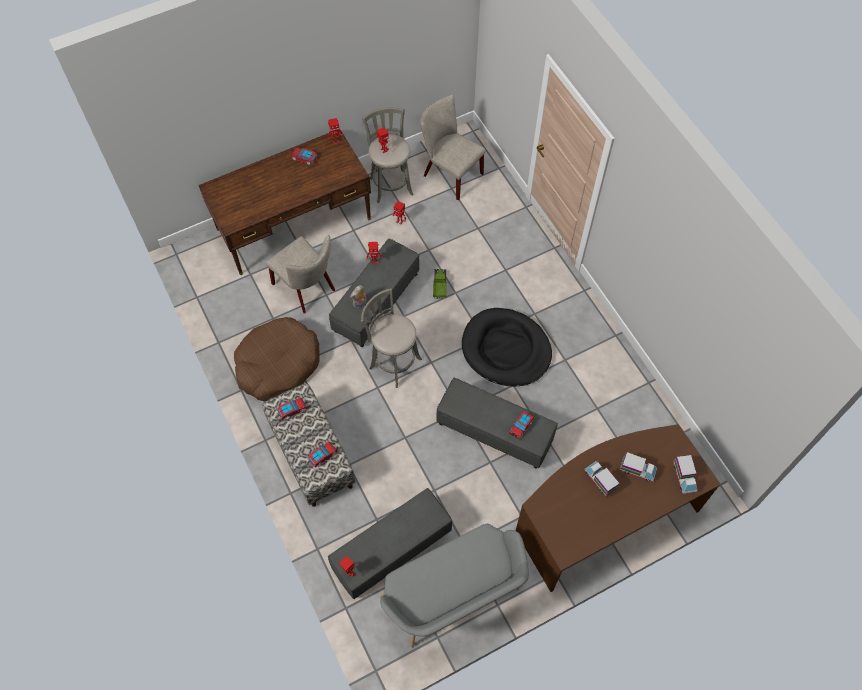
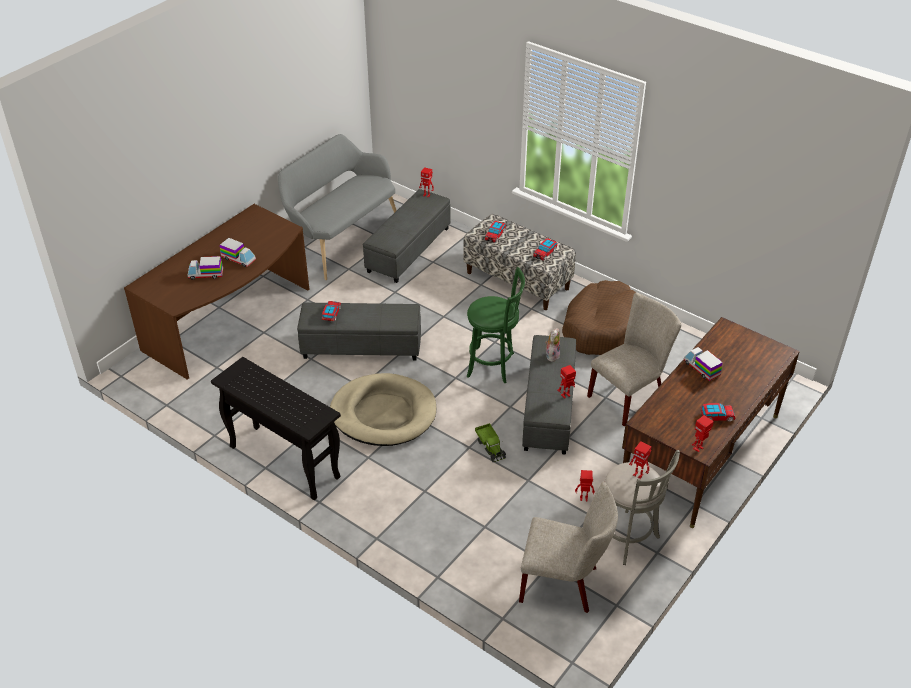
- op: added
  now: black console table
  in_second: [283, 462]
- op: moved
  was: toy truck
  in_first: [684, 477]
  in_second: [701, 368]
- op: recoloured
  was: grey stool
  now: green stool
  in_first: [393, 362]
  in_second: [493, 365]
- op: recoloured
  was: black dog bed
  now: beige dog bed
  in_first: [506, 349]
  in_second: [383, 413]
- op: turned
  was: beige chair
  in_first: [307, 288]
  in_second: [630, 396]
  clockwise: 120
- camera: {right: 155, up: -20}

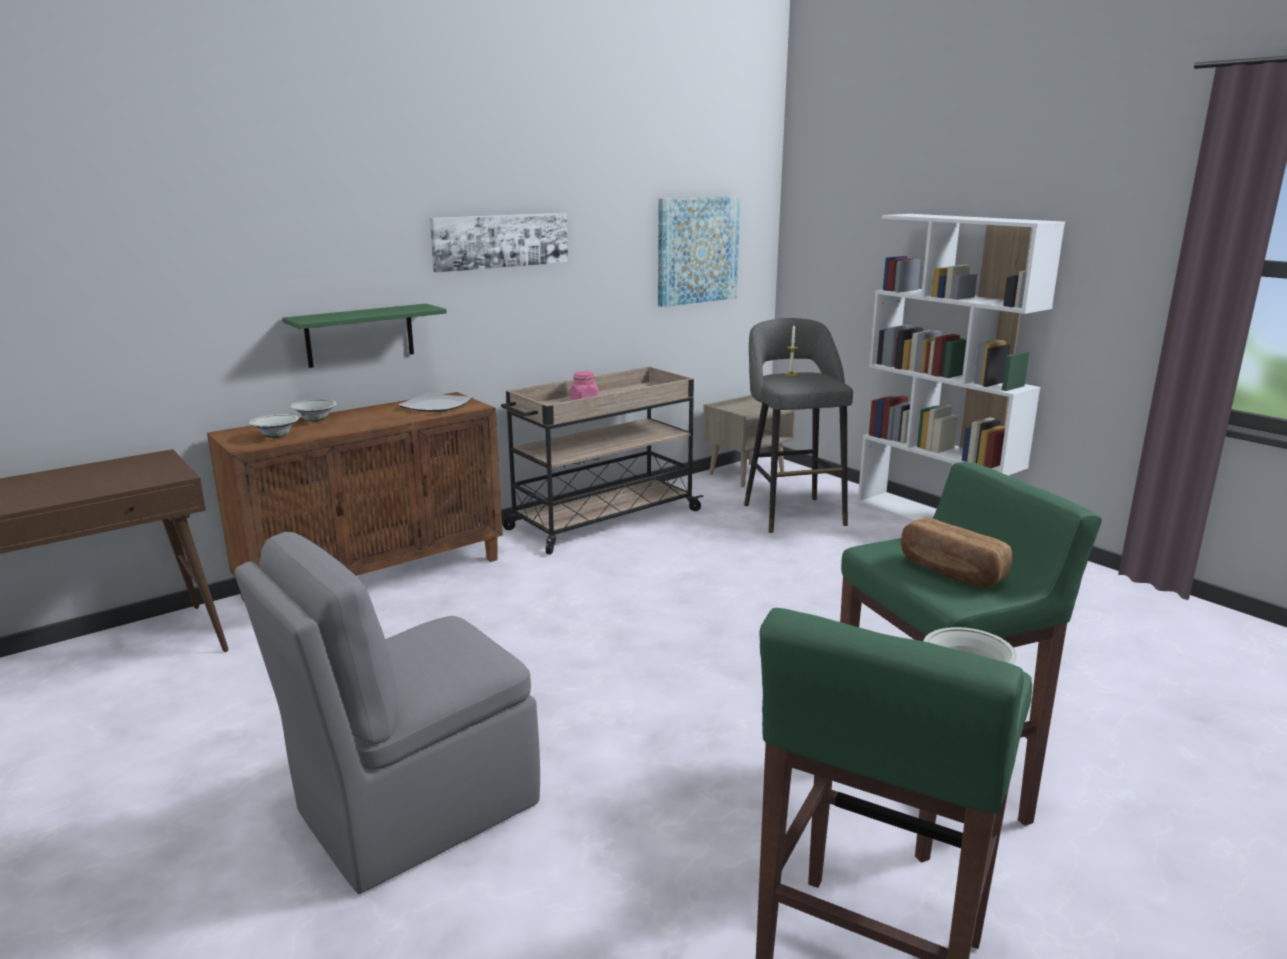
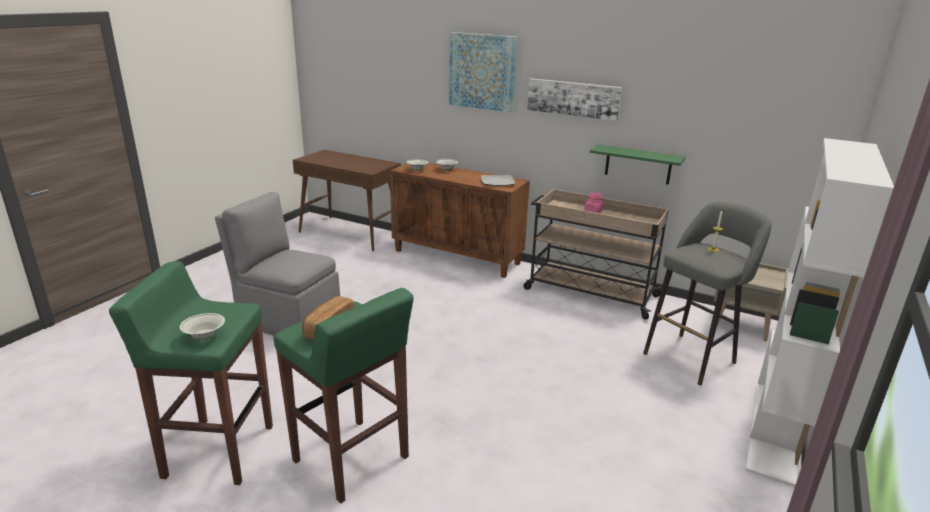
- op: moved
  was: green shelf
  in_first: [360, 335]
  in_second: [638, 164]
- op: moved
  was: picture
  in_first: [697, 250]
  in_second: [482, 71]
- camera: {right: 65, up: 5}

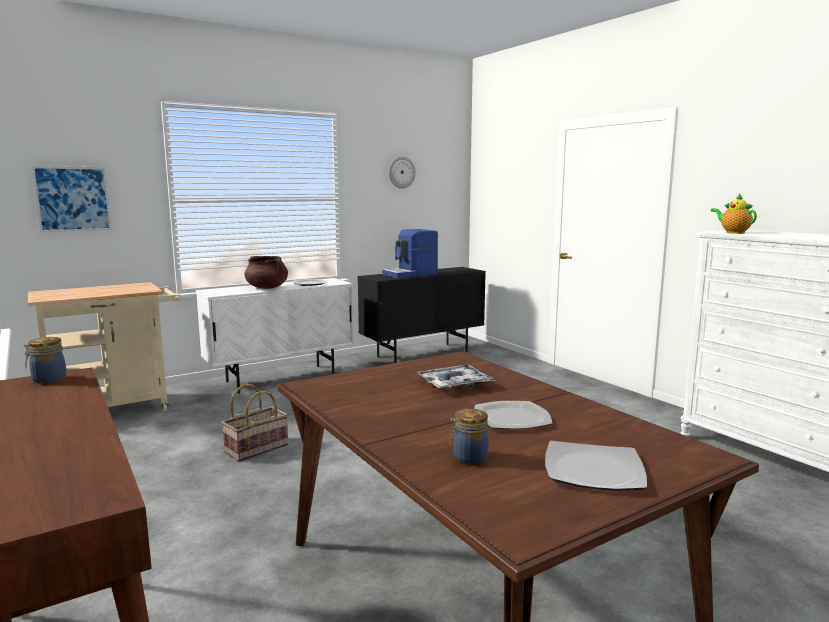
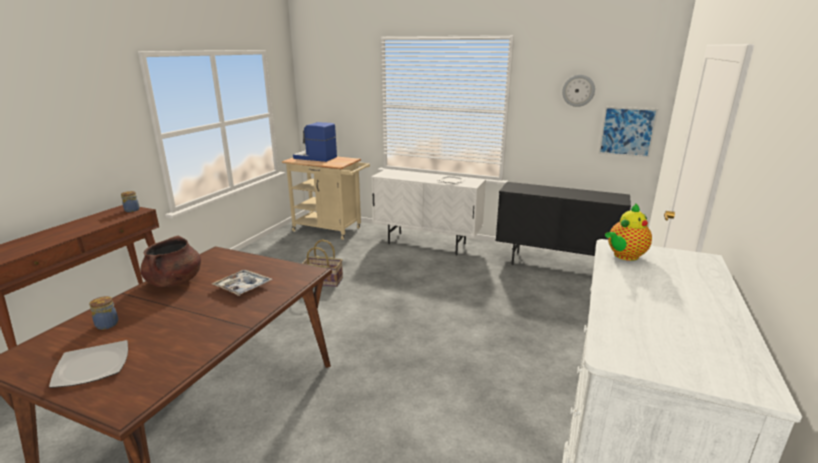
- op: removed
  was: plate
  in_first: [512, 418]
- op: moved
  was: picture
  in_first: [73, 199]
  in_second: [627, 131]
- op: moved
  was: brown cooking pot
  in_first: [267, 288]
  in_second: [175, 282]
- op: moved
  was: coffee machine
  in_first: [411, 274]
  in_second: [315, 158]
- op: turned
  was: teapot
  in_first: [733, 232]
  in_second: [624, 256]
  clockwise: -150
- camera: {right: 55, up: 10}

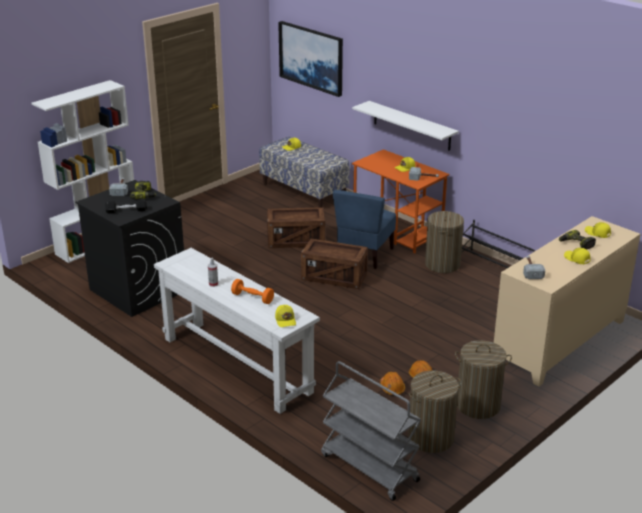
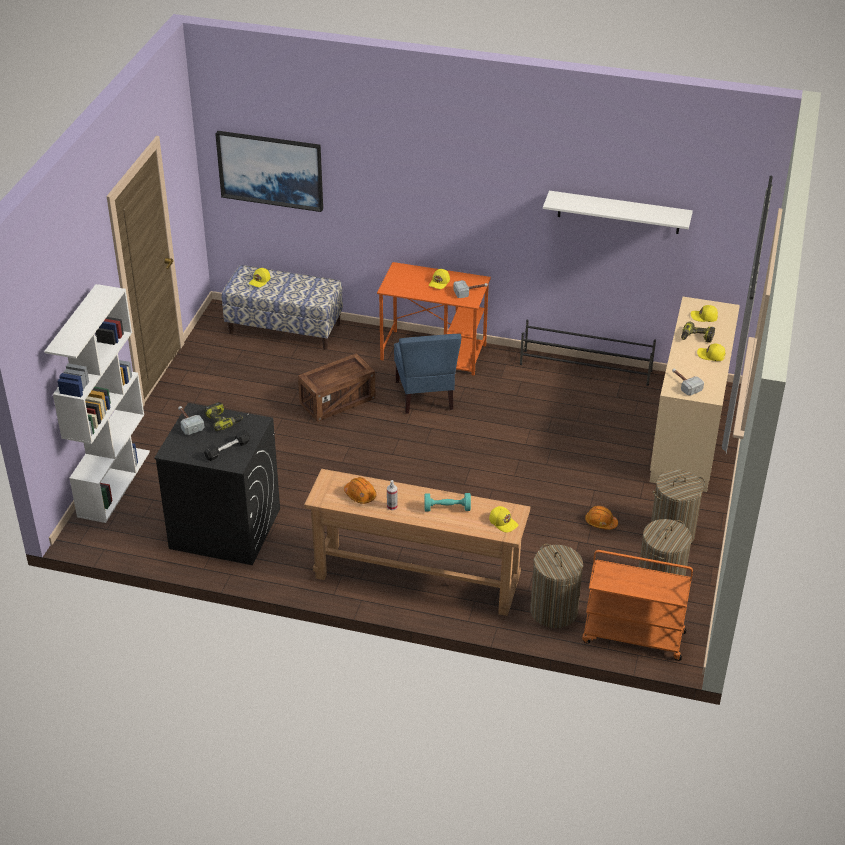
- op: removed
  was: crate
  in_first: [334, 277]
- op: moved
  was: white shelf
  in_first: [411, 126]
  in_second: [618, 212]
- op: moved
  was: orange hard hat
  in_first: [392, 388]
  in_second: [360, 495]
- op: moved
  was: laundry basket
  in_first: [442, 264]
  in_second: [553, 611]
- op: recoloured
  was: white console table
  now: brown console table
  in_first: [236, 364]
  in_second: [416, 578]
- op: recoloured
  was: orange dumbbell
  now: turquoise dumbbell
  in_first: [252, 298]
  in_second: [447, 508]
- op: recoloured
  was: grey cart
  now: orange cart
  in_first: [368, 467]
  in_second: [632, 637]
- camera: {right: -30, up: 10}

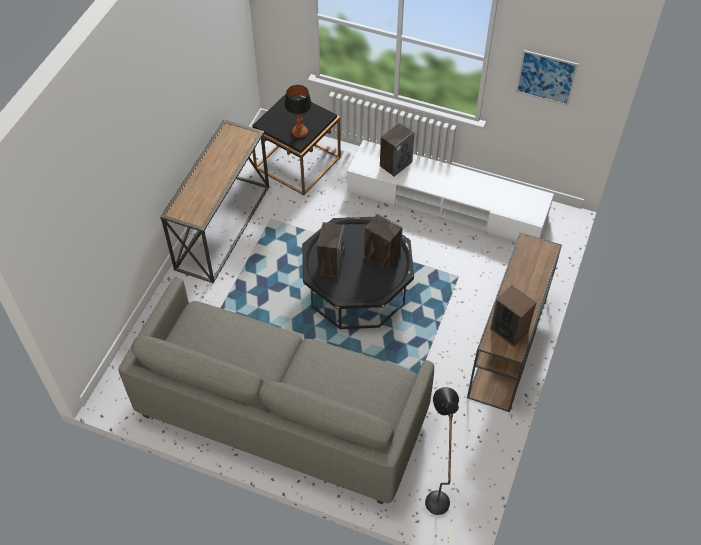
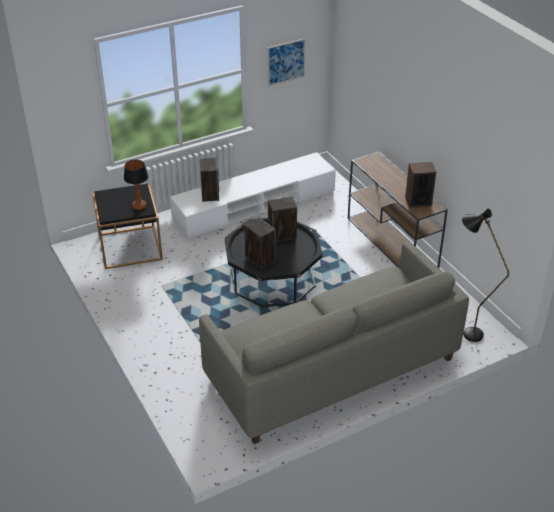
- op: removed
  was: console table
  in_first: [222, 226]
- camera: {right: -50, up: -15}

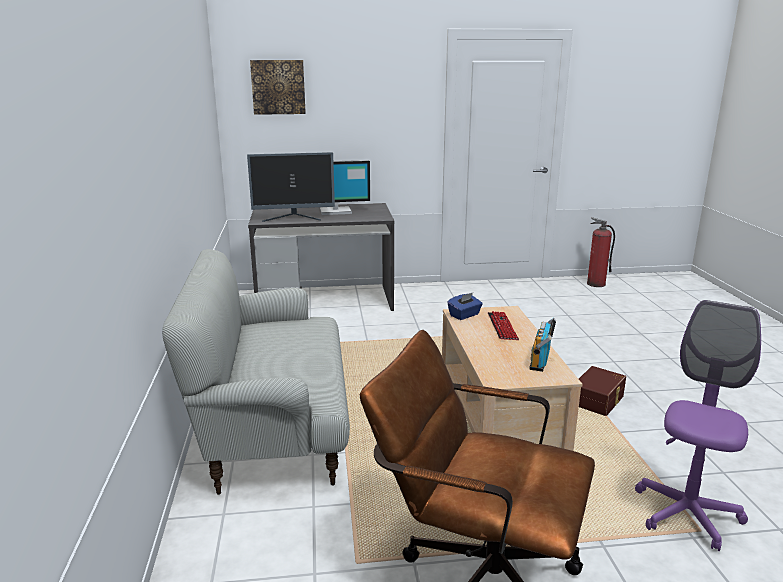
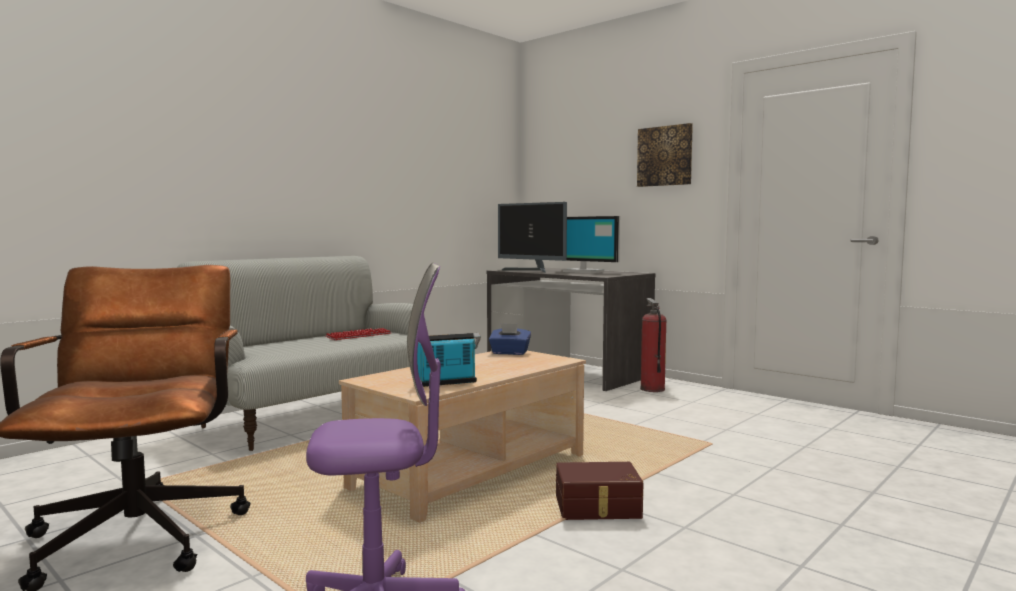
- op: moved
  was: picture
  in_first: [278, 87]
  in_second: [665, 156]
- op: moved
  was: keyboard
  in_first: [502, 327]
  in_second: [359, 336]
- op: moved
  was: fire extinguisher
  in_first: [595, 284]
  in_second: [652, 389]
- camera: {right: 50, up: -15}

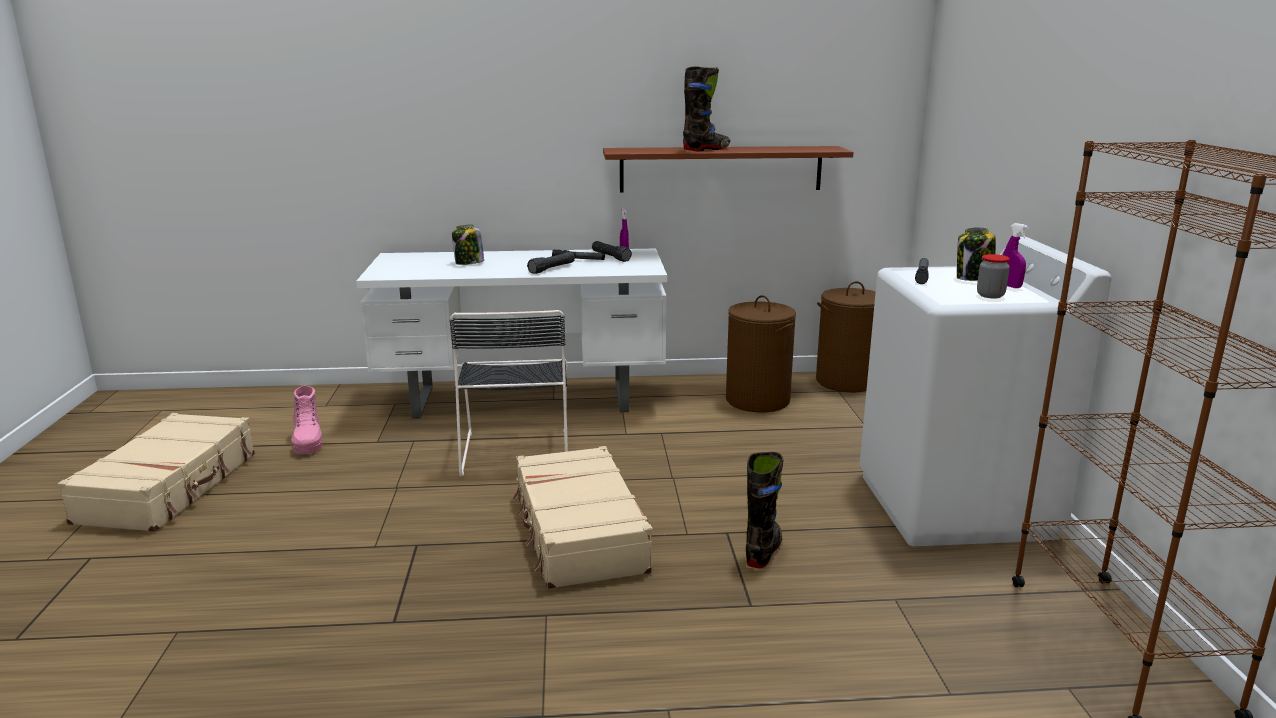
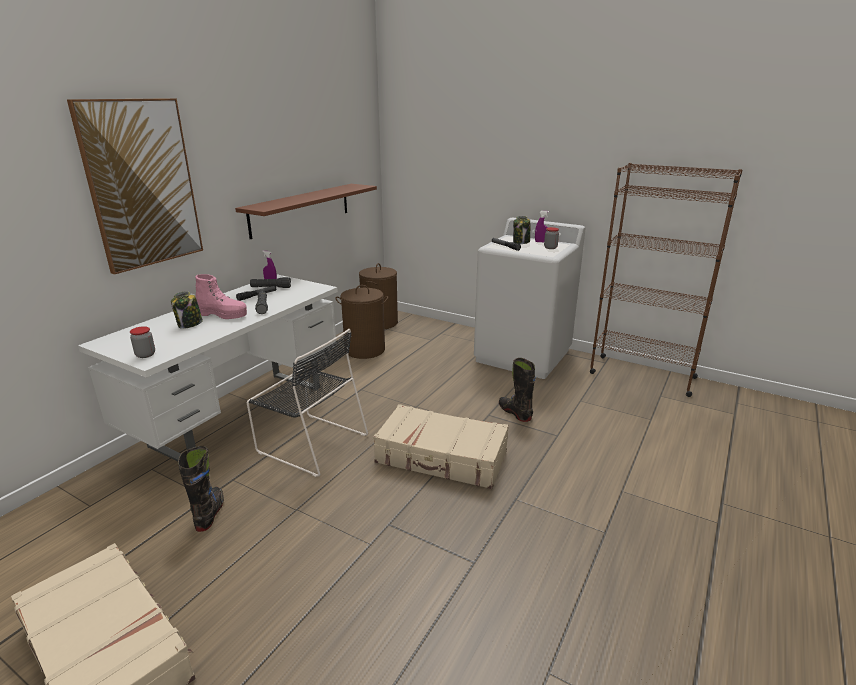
- op: added
  now: picture
  in_second: [142, 184]
- op: added
  now: jar
  in_second: [145, 355]
- op: moved
  was: pink boot
  in_first: [308, 442]
  in_second: [223, 314]
- op: moved
  was: black boot
  in_first: [706, 149]
  in_second: [210, 513]
- camera: {right: -55, up: 5}

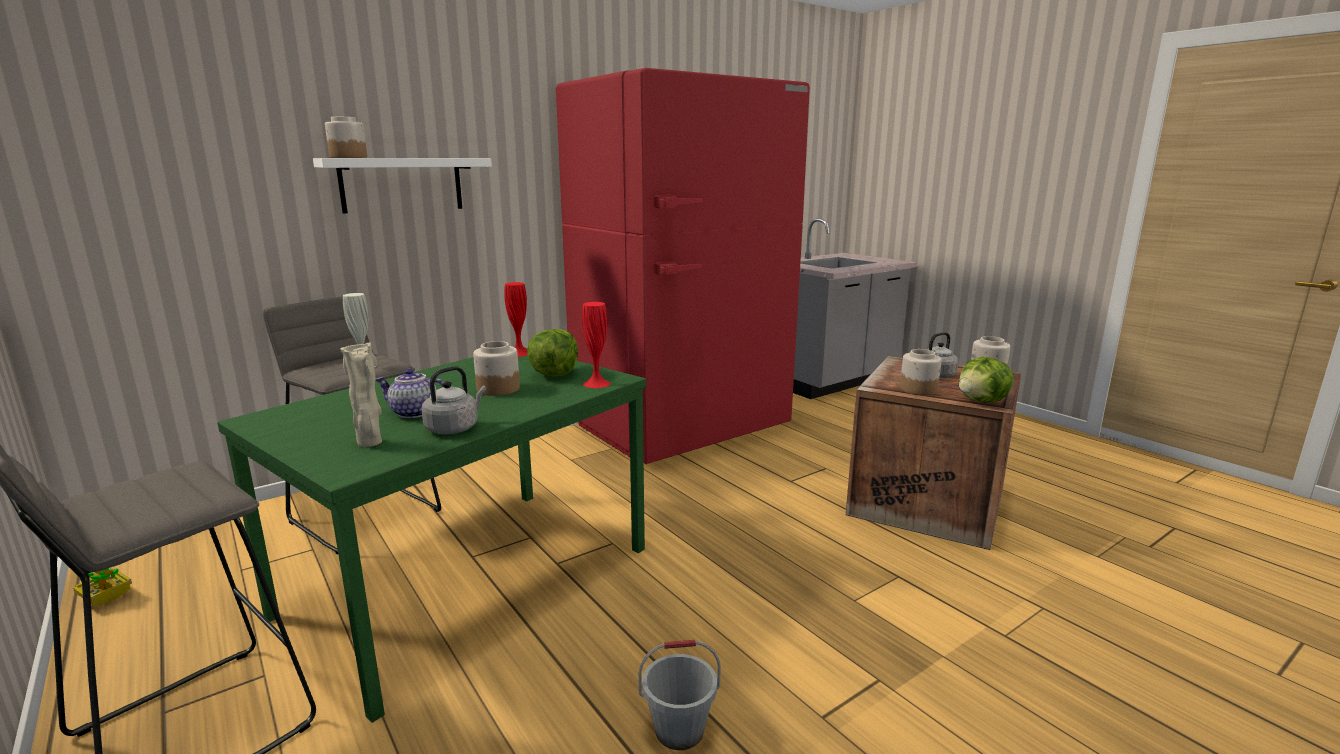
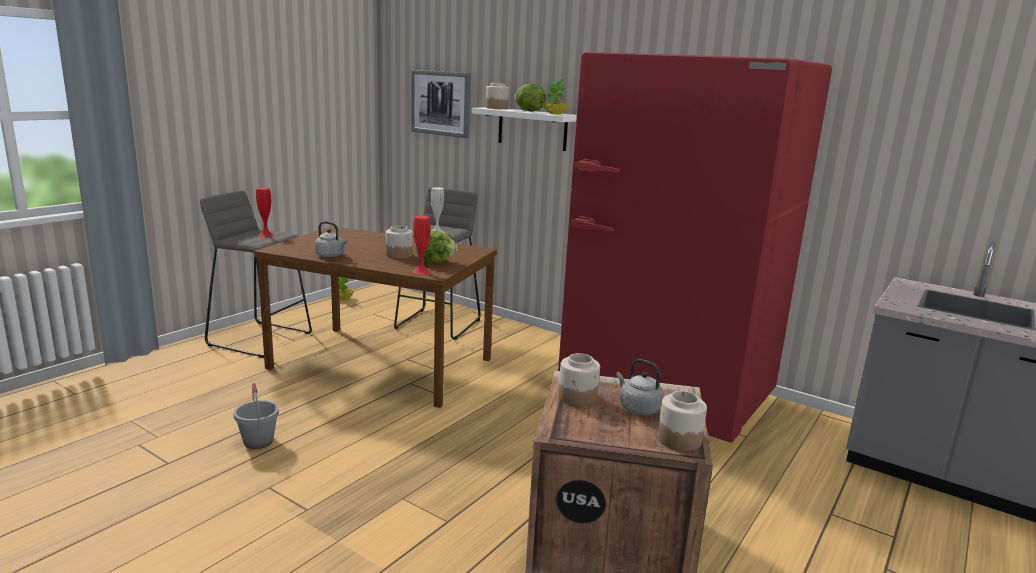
- op: removed
  was: beige vase
  in_first: [370, 443]
- op: removed
  was: teapot
  in_first: [413, 413]
- op: added
  now: picture
  in_second: [440, 103]
- op: added
  now: potted plant
  in_second: [555, 114]
- op: moved
  was: red vase
  in_first: [519, 353]
  in_second: [266, 235]
- op: moved
  was: lettuce
  in_first: [982, 401]
  in_second: [528, 111]
- op: recoloured
  was: green dining table
  now: brown dining table
  in_first: [469, 582]
  in_second: [379, 364]
- camera: {right: 70, up: 0}

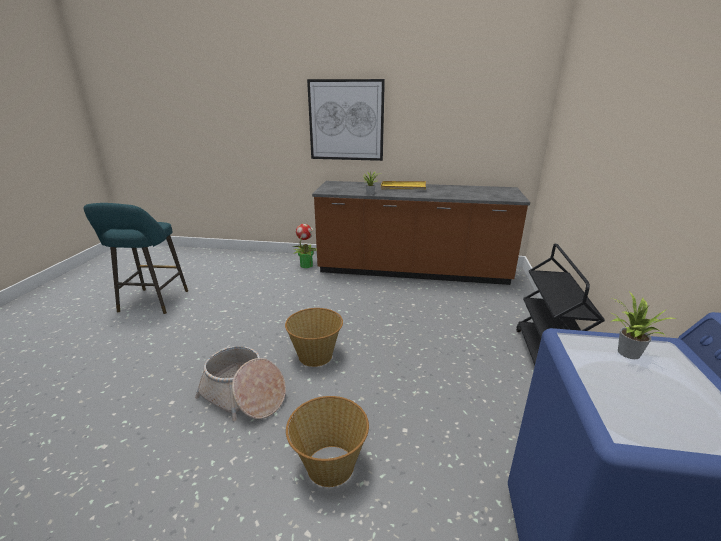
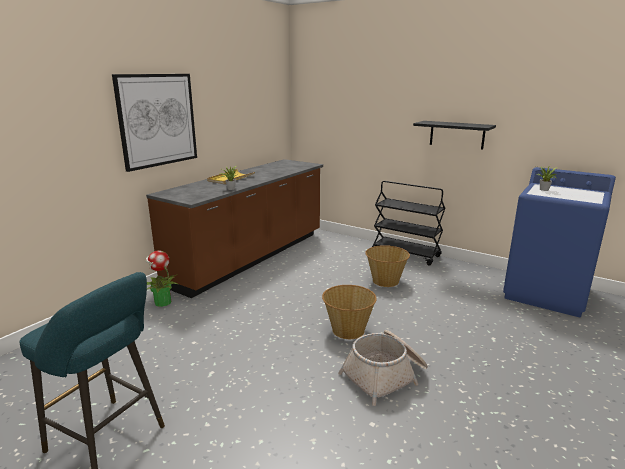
- op: added
  now: black shelf
  in_second: [457, 134]
- op: moved
  was: basket
  in_first: [329, 465]
  in_second: [385, 281]
- camera: {right: -65, up: -5}

